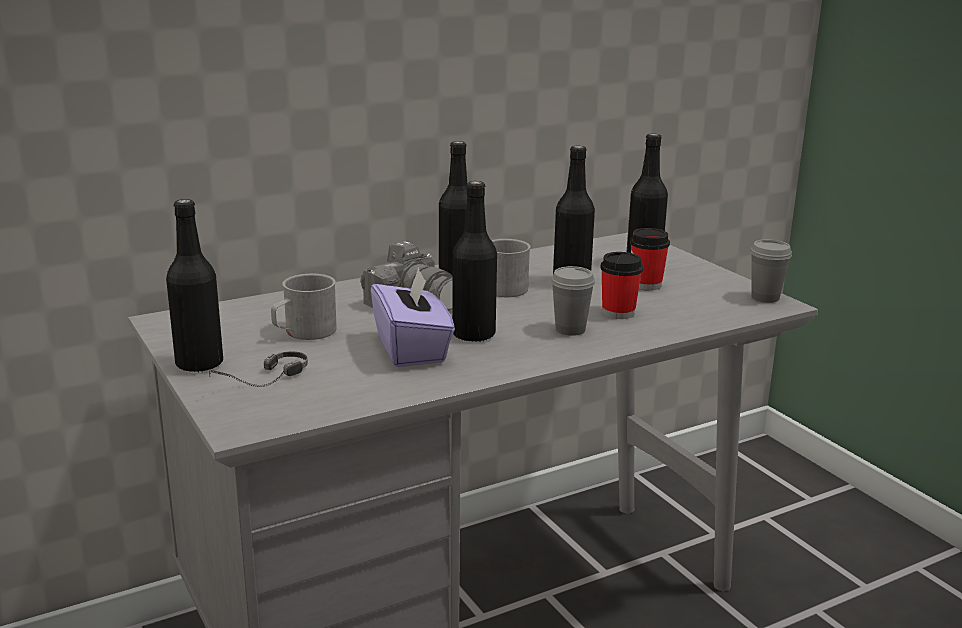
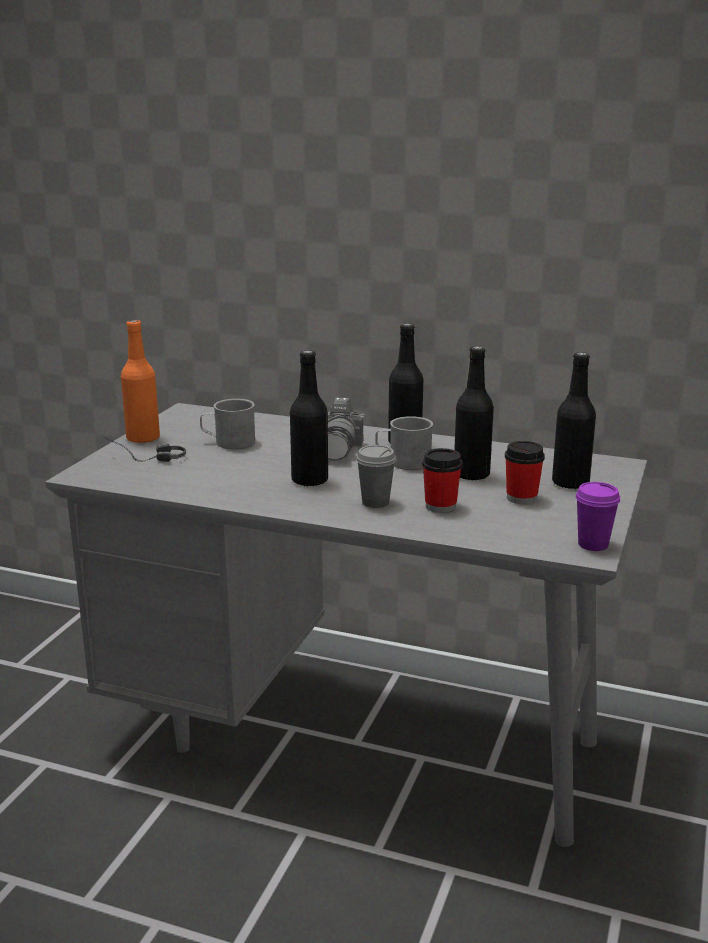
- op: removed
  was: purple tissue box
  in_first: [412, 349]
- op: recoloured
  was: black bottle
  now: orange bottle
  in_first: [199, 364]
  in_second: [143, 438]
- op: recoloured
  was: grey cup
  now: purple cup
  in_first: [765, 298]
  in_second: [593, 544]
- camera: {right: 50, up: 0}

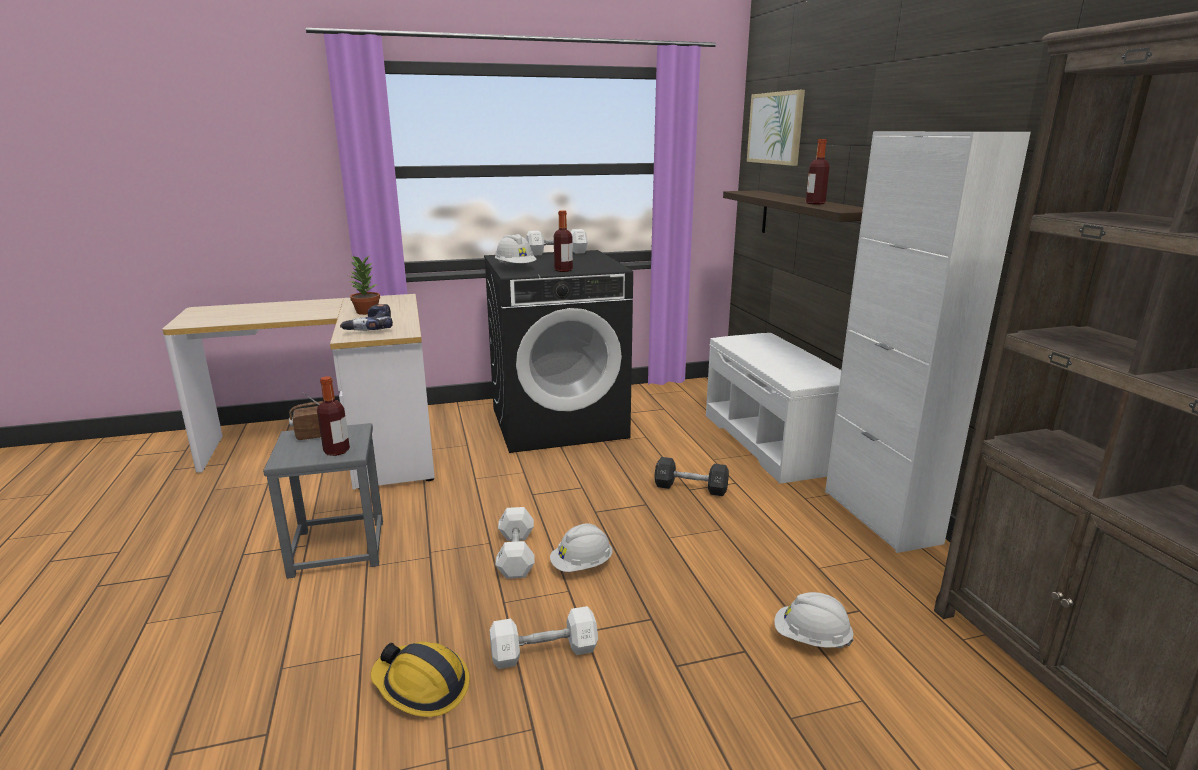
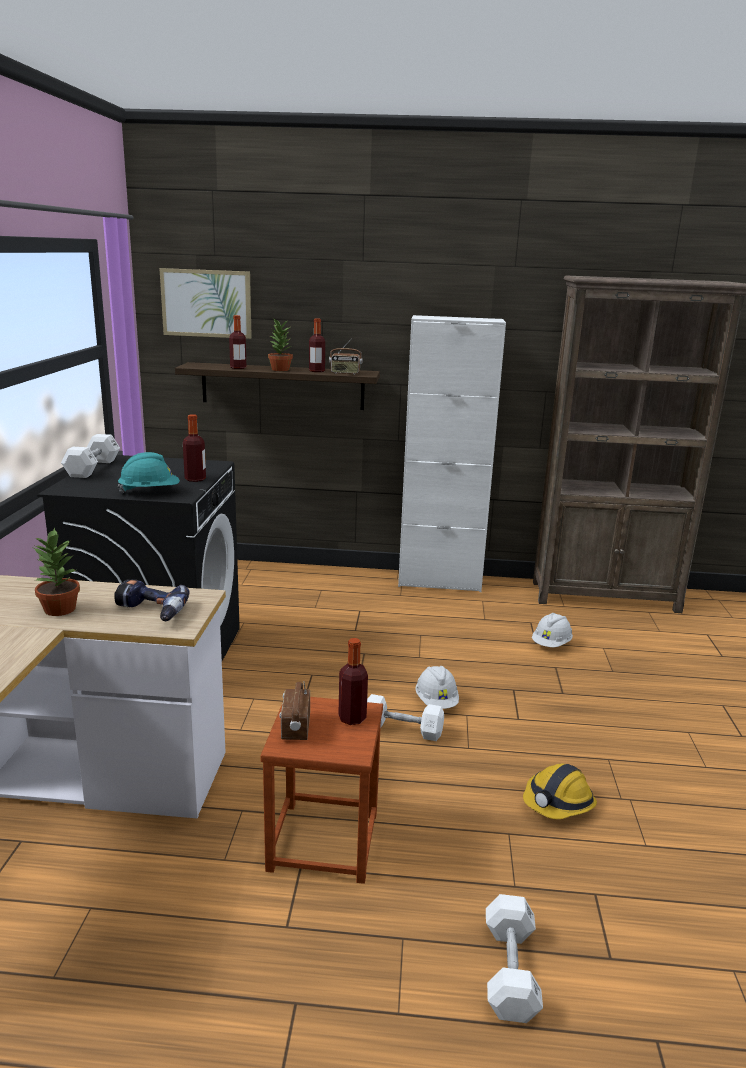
- op: removed
  was: black dumbbell
  in_first: [690, 488]
- op: removed
  was: white bench
  in_first: [773, 442]
- op: added
  now: bottle
  in_second: [238, 368]
- op: added
  now: potted plant
  in_second: [280, 369]
- op: added
  now: radio
  in_second: [345, 373]
- op: moved
  was: white dumbbell
  in_first: [544, 652]
  in_second: [510, 971]
- op: recoloured
  was: grey stool
  now: brown stool
  in_first: [337, 549]
  in_second: [324, 841]
- op: recoloured
  was: white hard hat
  now: turquoise hard hat
  in_first: [515, 268]
  in_second: [150, 492]
- camera: {right: -70, up: 0}

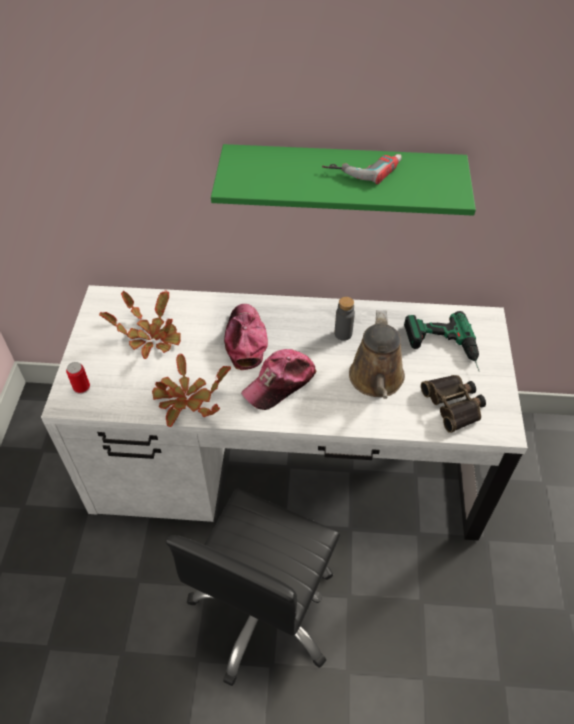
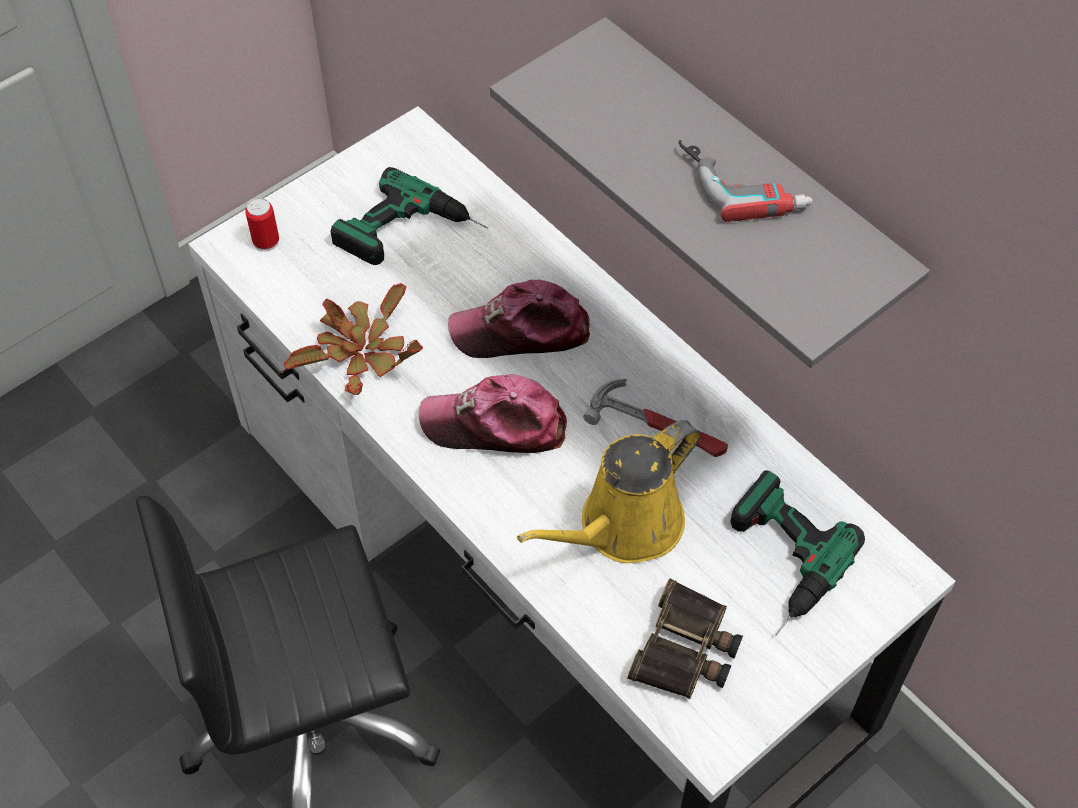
- op: replaced
  was: potted plant
  now: power drill
  in_first: [151, 336]
  in_second: [413, 235]
- op: replaced
  was: grey bottle
  now: hammer
  in_first: [343, 334]
  in_second: [659, 426]
- op: recoloured
  was: green shelf
  now: grey shelf
  in_first: [341, 179]
  in_second: [750, 180]
- op: recoloured
  was: brown watering can
  now: yellow watering can
  in_first: [376, 380]
  in_second: [623, 527]
- op: turned
  was: cap
  in_first: [245, 340]
  in_second: [521, 331]
  clockwise: -135
- camera: {right: 45, up: 5}

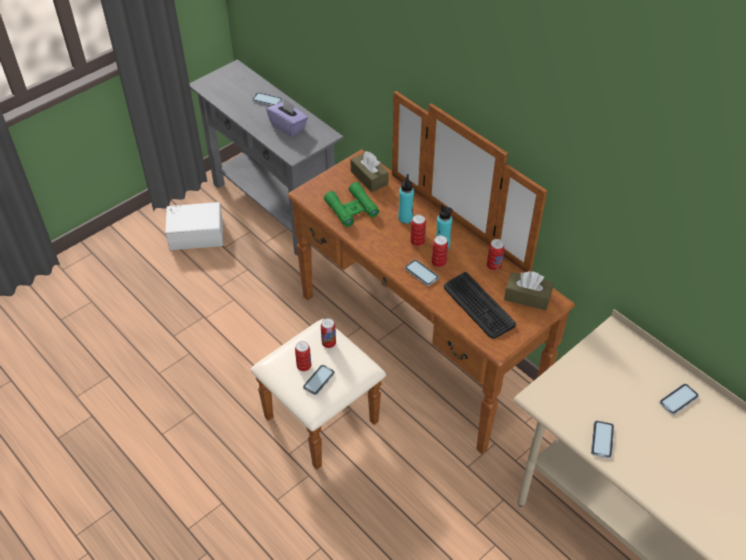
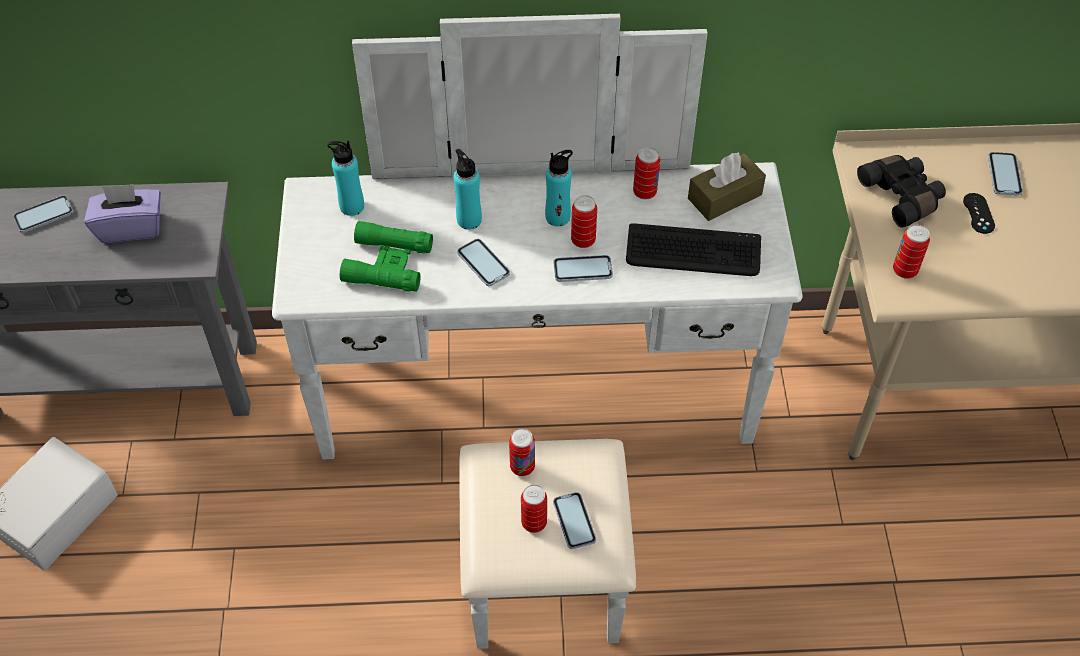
- op: added
  now: black binoculars
  in_second: [902, 196]
- op: added
  now: black game controller
  in_second: [978, 213]
- op: moved
  was: can
  in_first: [417, 242]
  in_second: [904, 270]
- op: moved
  was: phone
  in_first: [602, 440]
  in_second: [483, 263]
- op: replaced
  was: brown tissue box
  now: turquoise bottle
  in_first: [369, 178]
  in_second: [351, 206]
- op: recoloured
  was: brown dresser
  now: white dresser
  in_first: [397, 363]
  in_second: [539, 432]
- camera: {right: -50, up: 5}

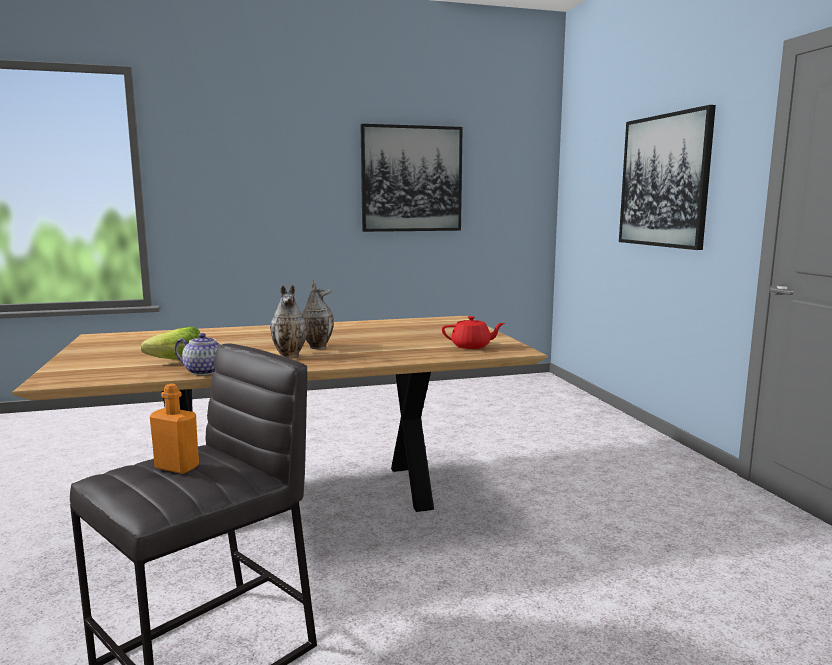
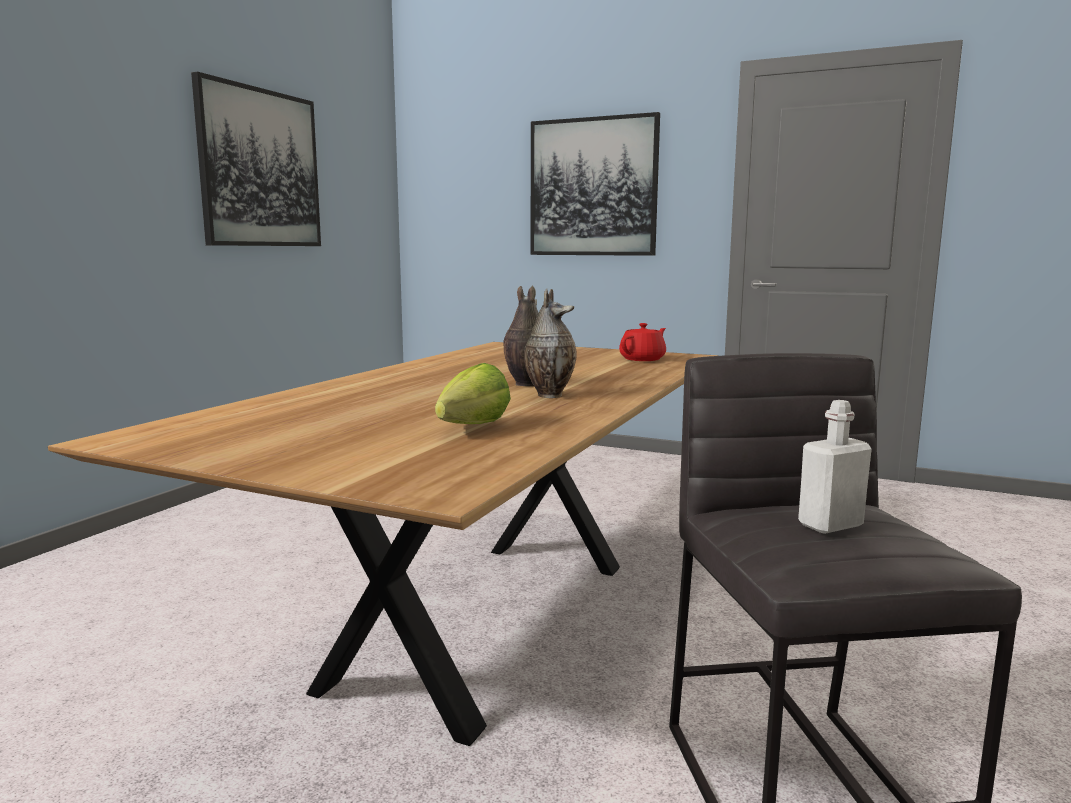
- op: removed
  was: teapot
  in_first: [205, 371]
- op: recoloured
  was: orange bottle
  now: white bottle
  in_first: [177, 467]
  in_second: [830, 525]
- camera: {right: -50, up: 0}

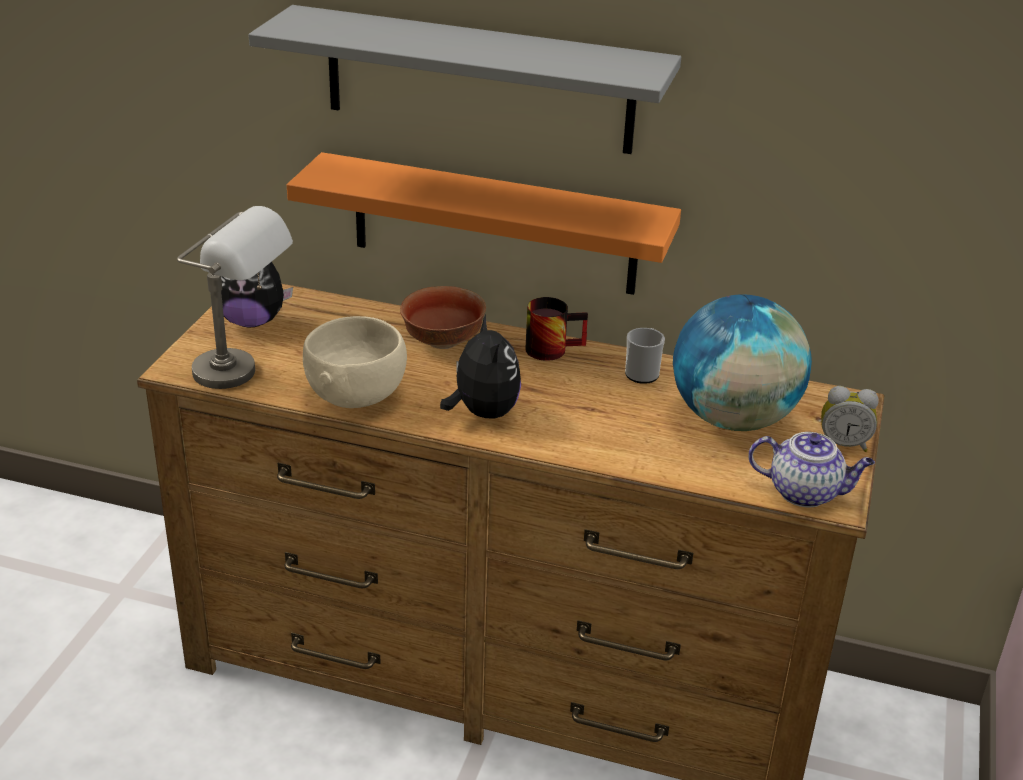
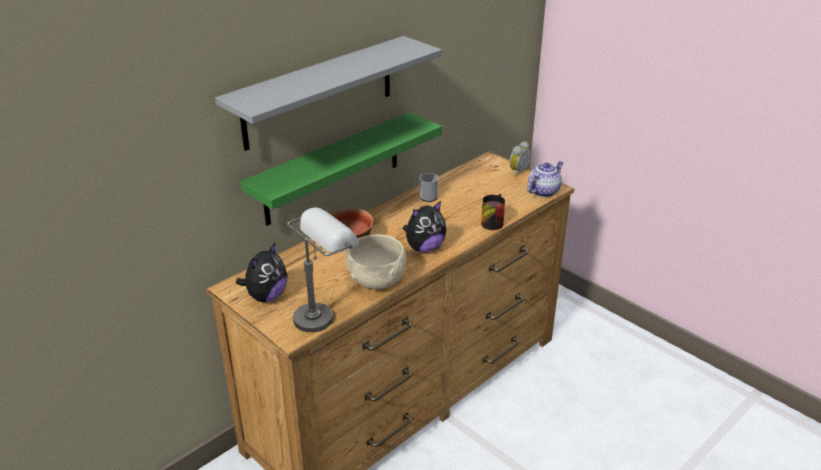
- op: removed
  was: globe
  in_first: [732, 419]
- op: moved
  was: mug
  in_first: [552, 347]
  in_second: [491, 221]
- op: recoloured
  was: orange shelf
  now: green shelf
  in_first: [494, 224]
  in_second: [333, 169]
- op: turned
  was: plush toy
  in_first: [482, 412]
  in_second: [424, 248]
  clockwise: 135
- camera: {right: -60, up: 0}

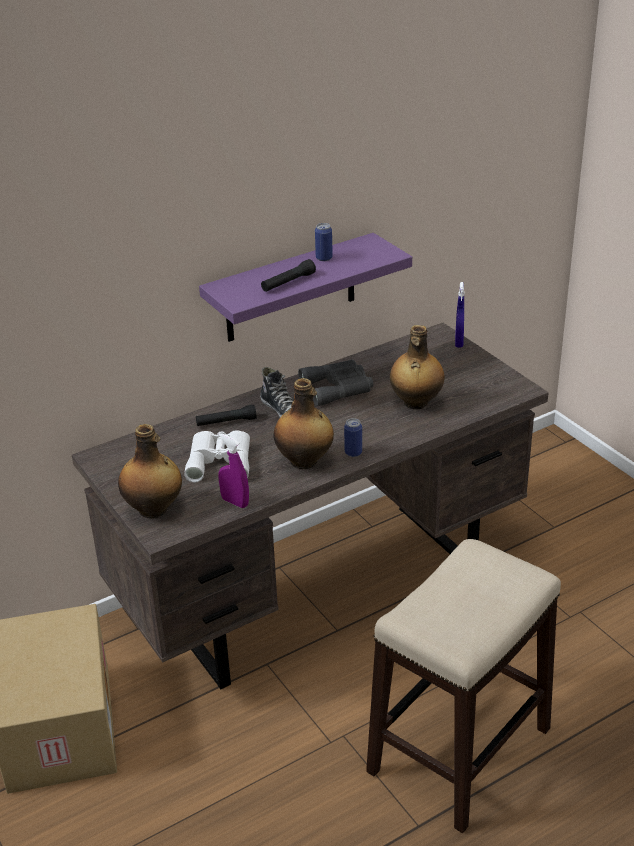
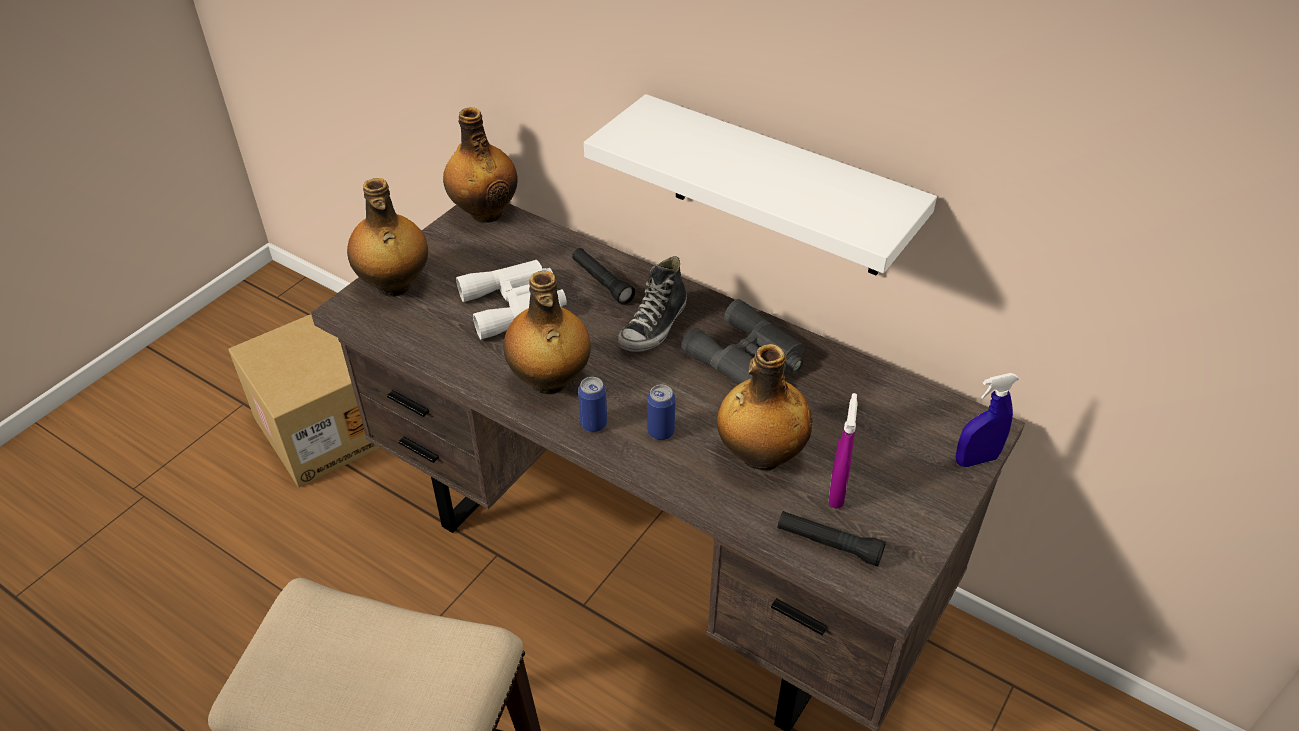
- op: added
  now: bottle
  in_second: [485, 212]
- op: moved
  was: purple spray bottle
  in_first: [235, 502]
  in_second: [837, 492]
- op: moved
  was: black flashlight
  in_first: [288, 283]
  in_second: [829, 544]
- op: moved
  was: can
  in_first: [324, 258]
  in_second: [660, 432]
- op: recoloured
  was: purple shelf
  now: white shelf
  in_first: [290, 289]
  in_second: [777, 188]
- camera: {right: 65, up: 10}

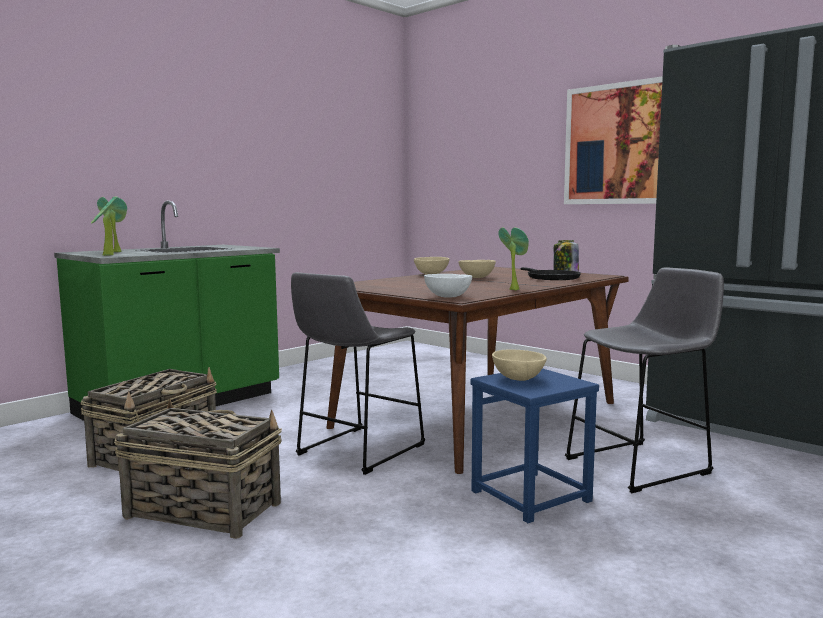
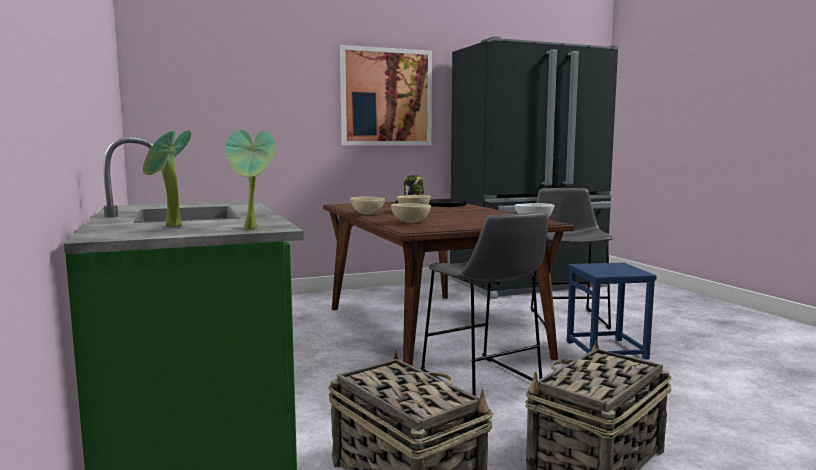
- op: removed
  was: potted plant
  in_first: [513, 289]
- op: moved
  was: beige bowl
  in_first: [519, 378]
  in_second: [410, 222]
- camera: {right: -65, up: 0}

